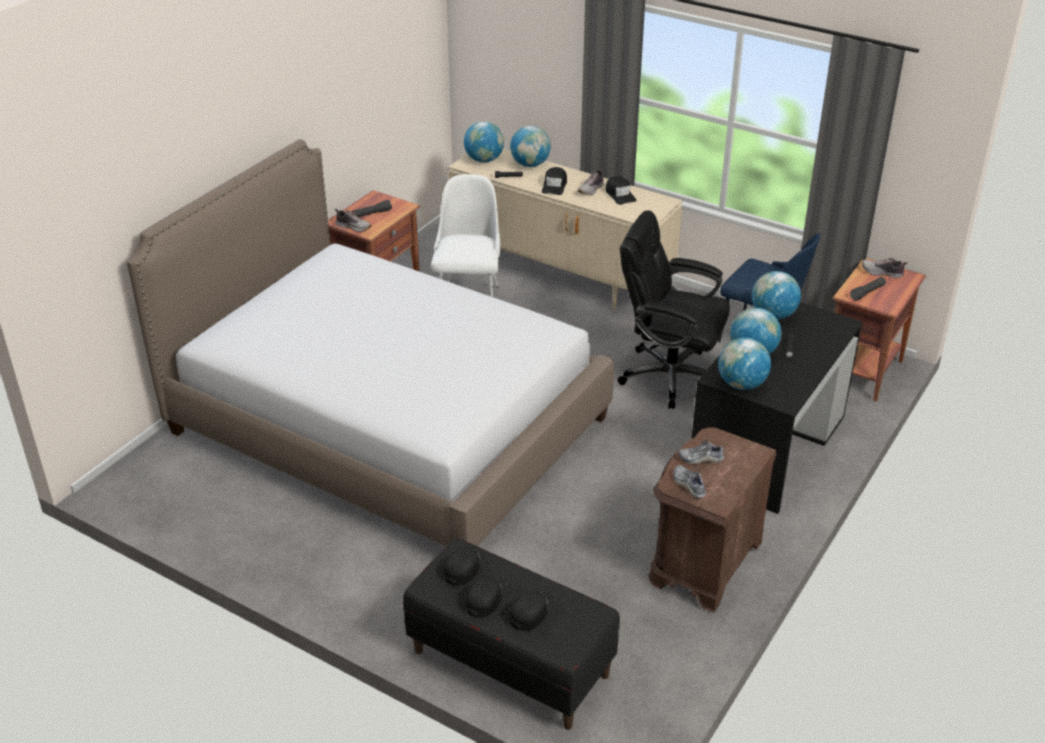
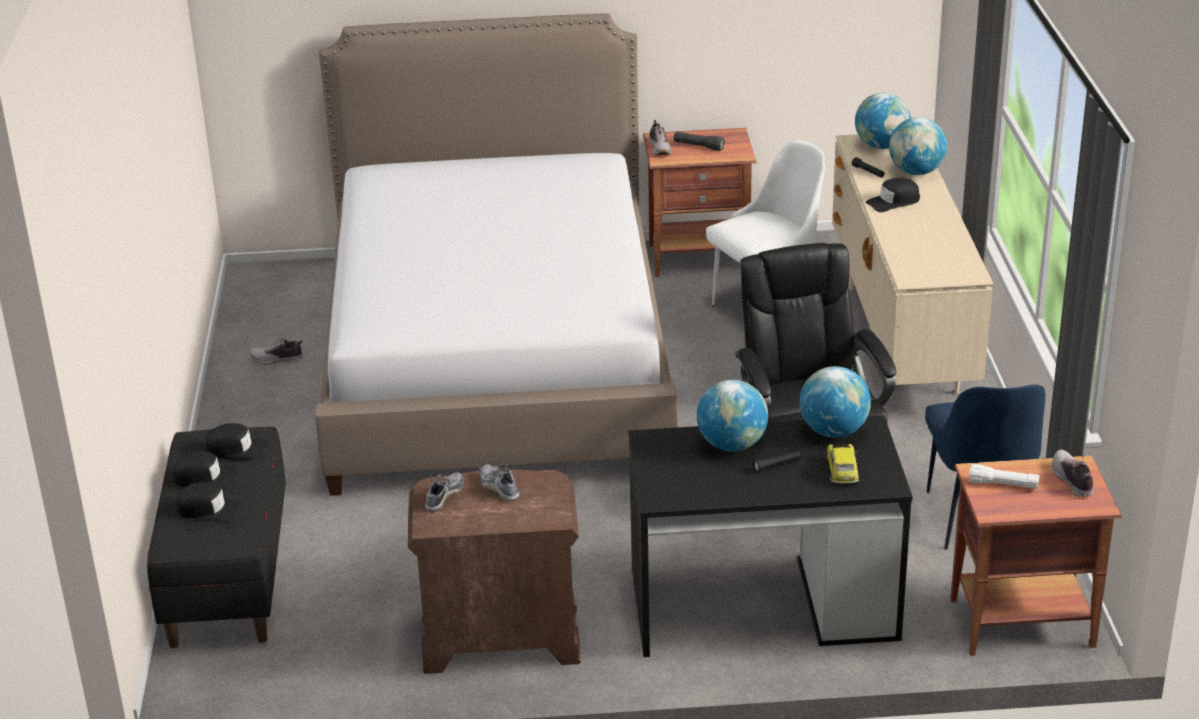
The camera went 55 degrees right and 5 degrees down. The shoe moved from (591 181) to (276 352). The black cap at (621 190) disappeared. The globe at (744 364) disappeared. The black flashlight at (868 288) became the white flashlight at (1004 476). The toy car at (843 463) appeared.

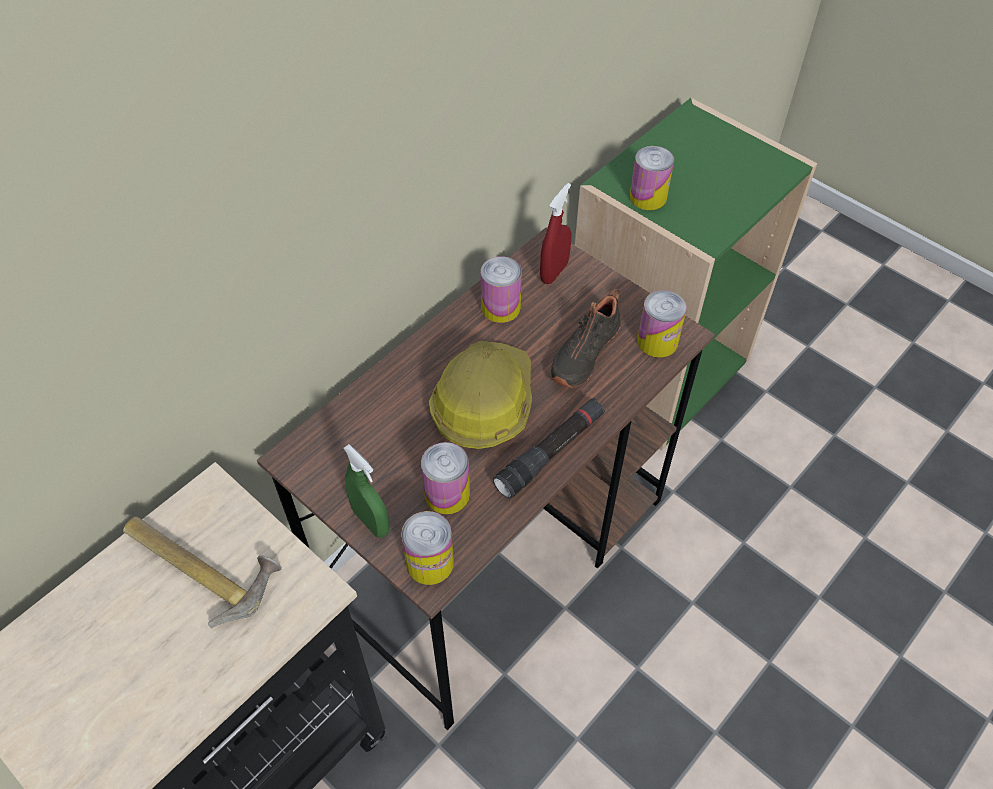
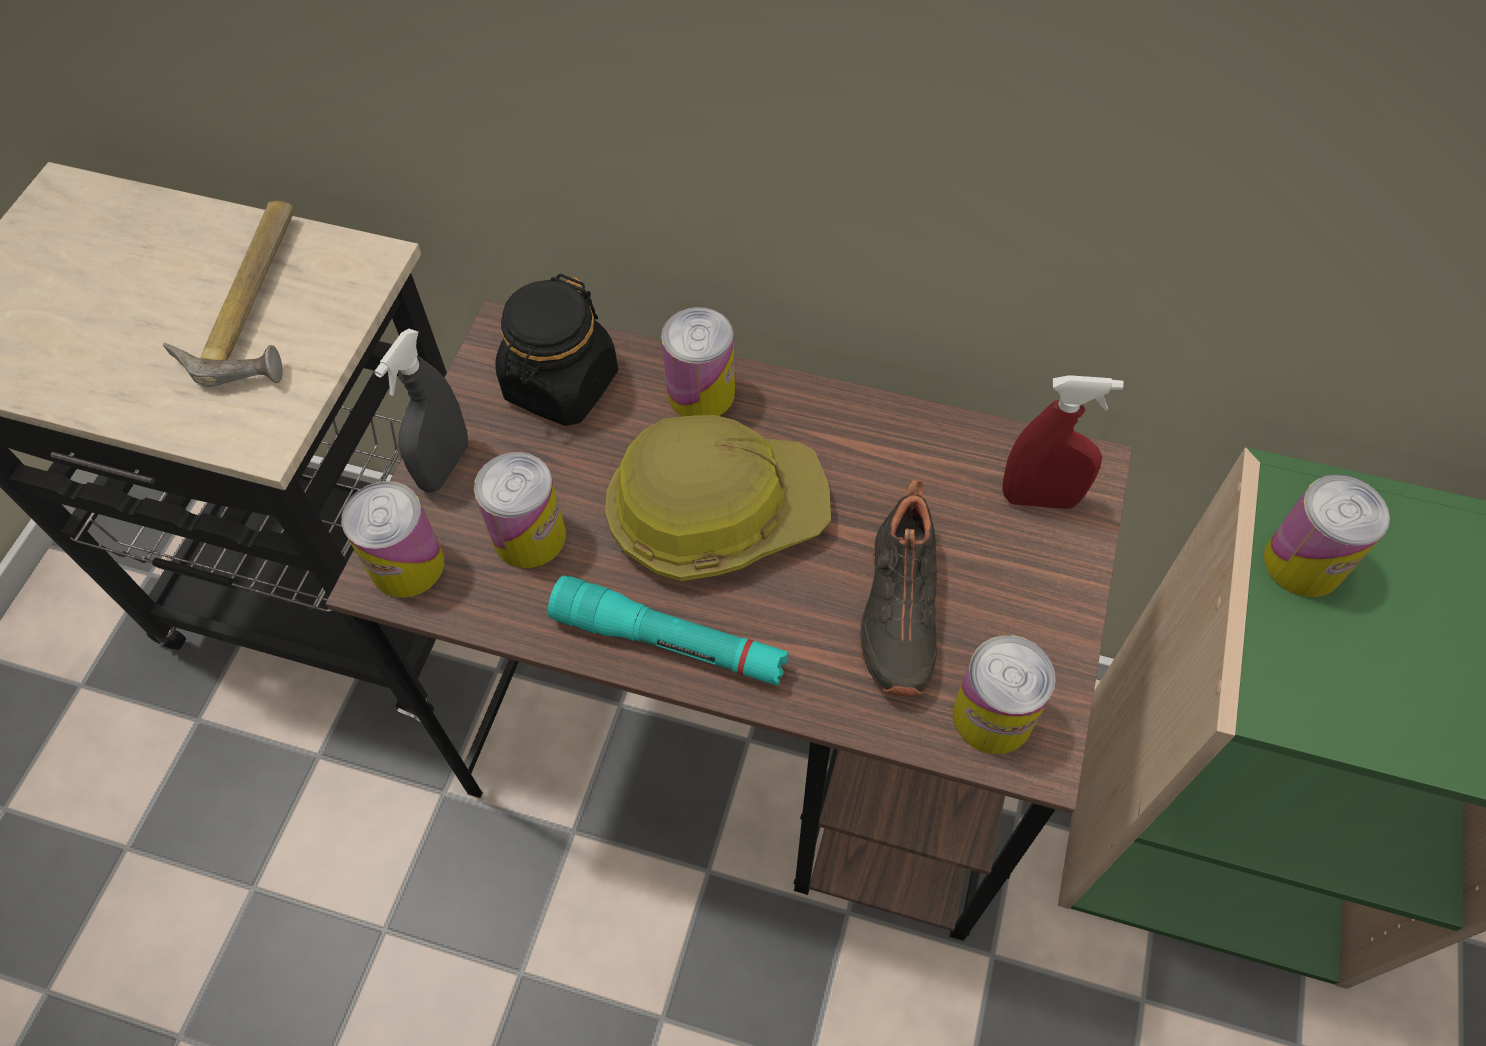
The camera went 65 degrees right and 5 degrees up. The green spray bottle at (366 490) became the grey spray bottle at (421 410). The can moved from (501 289) to (698 362). The black flashlight at (549 448) became the turquoise flashlight at (668 630). The black shoe at (586 338) turned 90 degrees counterclockwise. The black jar at (556 350) appeared.

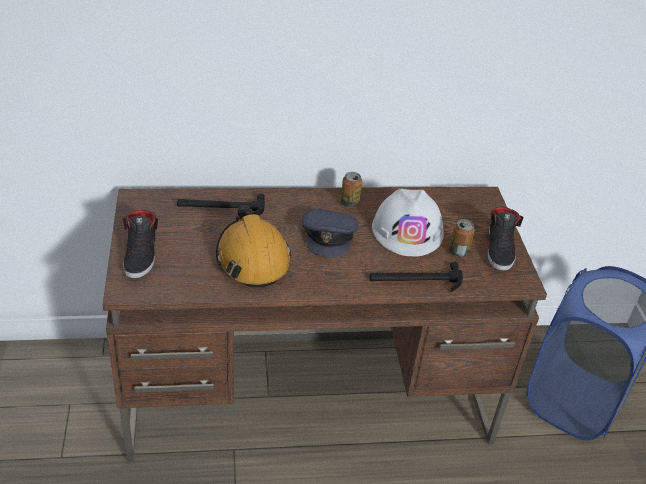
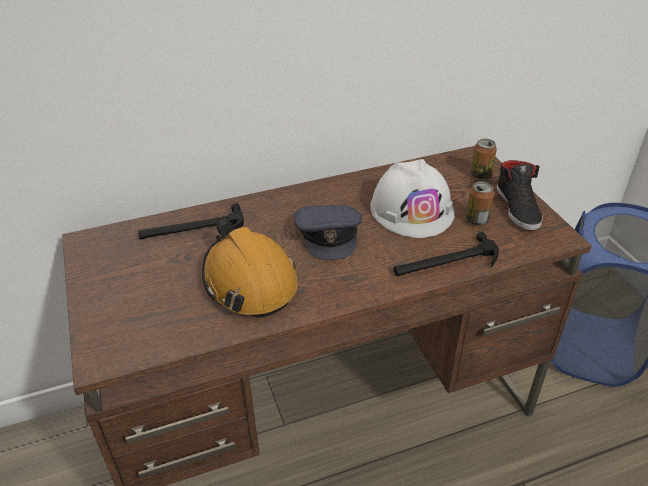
The camera went 10 degrees left and 0 degrees up. The black shoe at (140 244) disappeared. The can moved from (351 190) to (484 159).

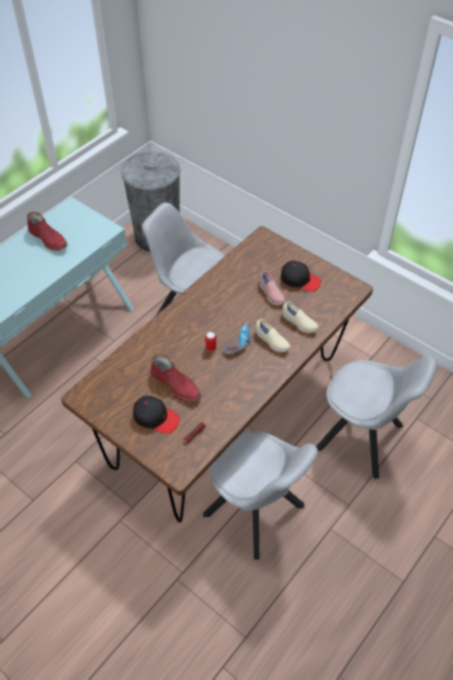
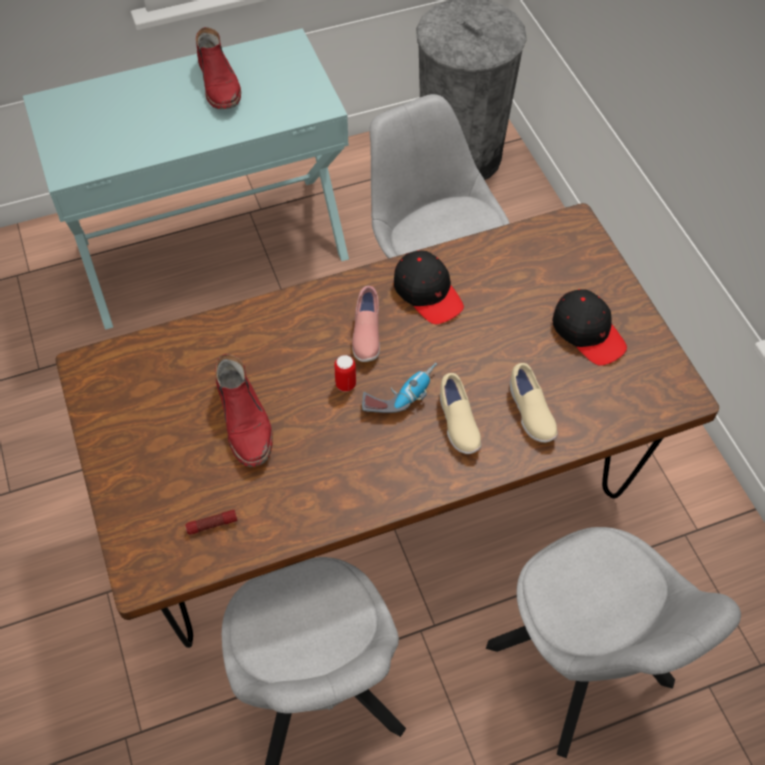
The camera went 30 degrees right and 5 degrees up. The black cap moved from (156 415) to (429 287). The pink shoe moved from (272 288) to (366 324).

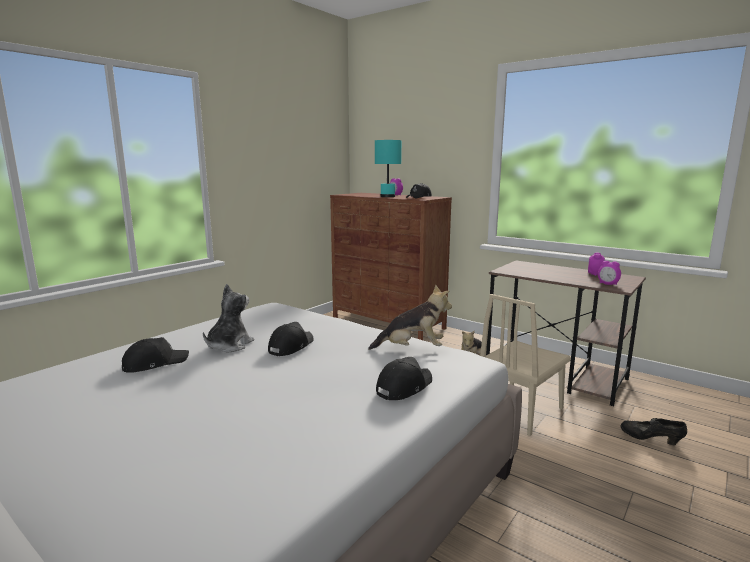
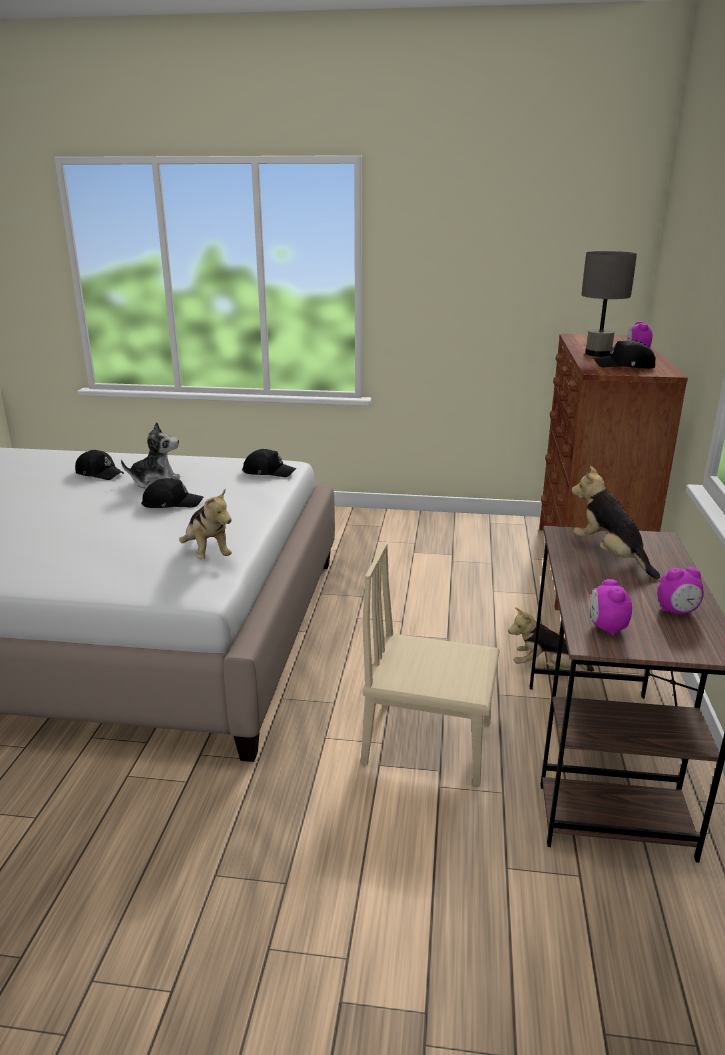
The camera went 60 degrees right and 10 degrees up. The turquoise table lamp at (388 168) became the grey table lamp at (609 304). The black cap moved from (404 378) to (269 463). The black shoe at (653 431) disappeared. The plush toy at (615 522) appeared.

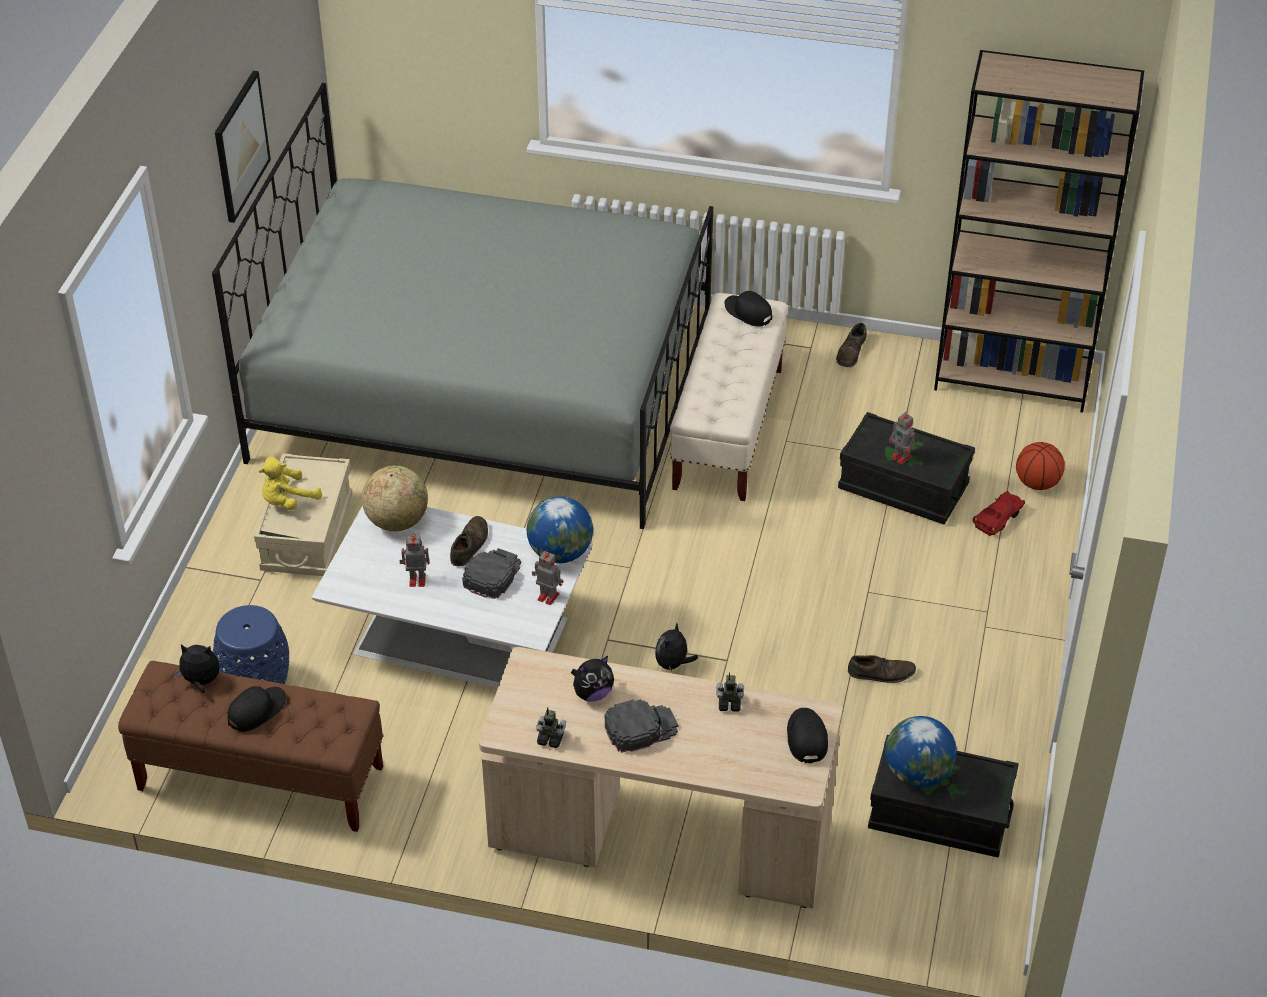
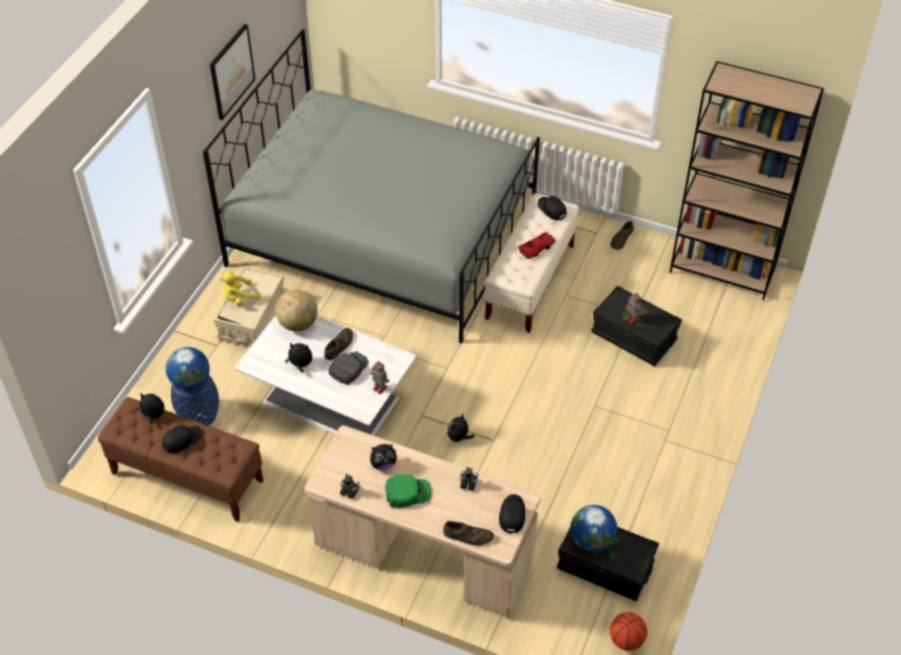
The camera went 10 degrees right and 5 degrees up. The toy robot at (415 560) was replaced by the plush toy at (298 358). The globe moved from (560 530) to (188 368). The black cap at (641 726) became the green cap at (408 491). The brown shoe moved from (882 669) to (468 533). The red toy car moved from (998 513) to (537 245). The basketball moved from (1040 466) to (628 631).

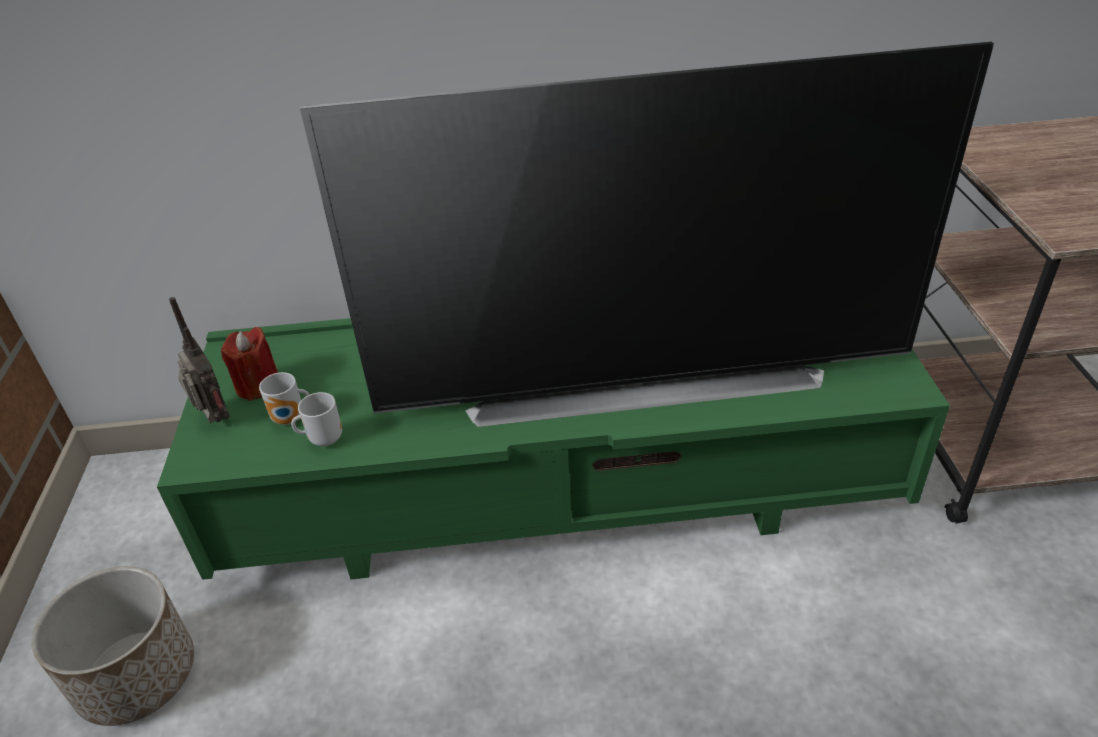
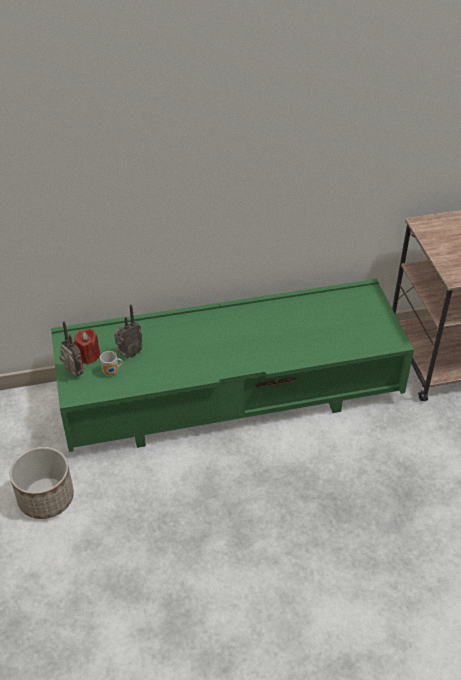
The camera went 10 degrees left and 5 degrees up. The mug at (316 419) disappeared. The television at (647 234) disappeared. The radio at (128 331) appeared.

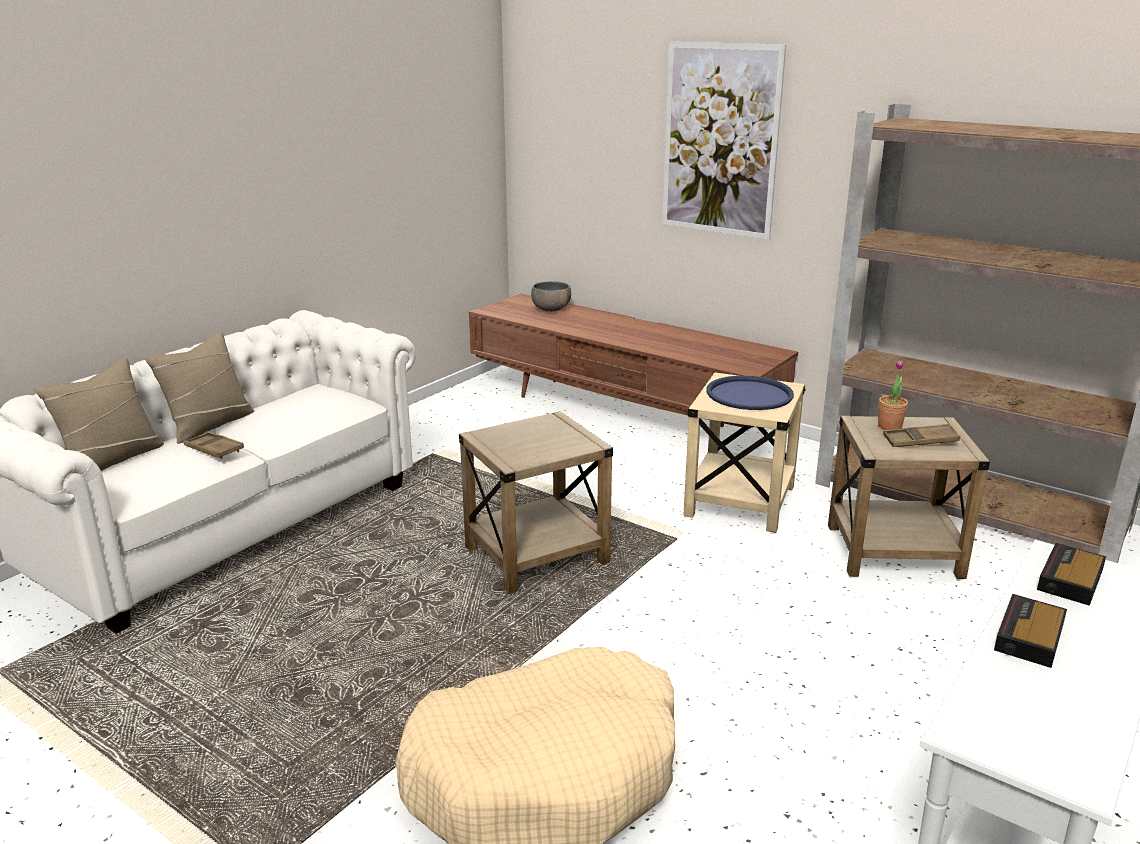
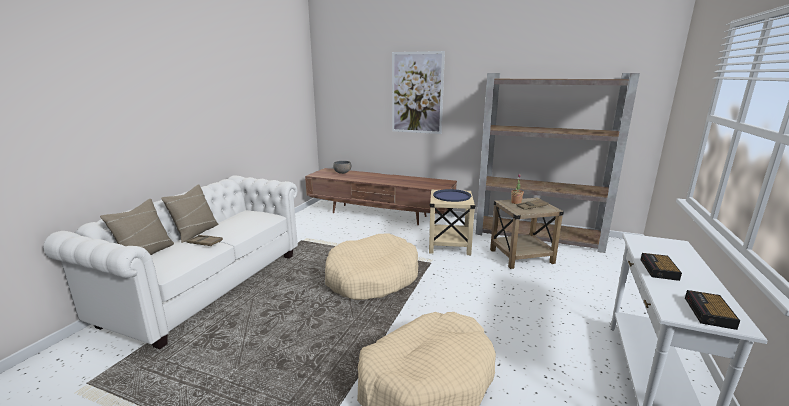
The camera went 15 degrees left and 5 degrees down. The beige side table at (536 502) was replaced by the beige dog bed at (372 266). The alarm clock moved from (1071 574) to (712 310).

